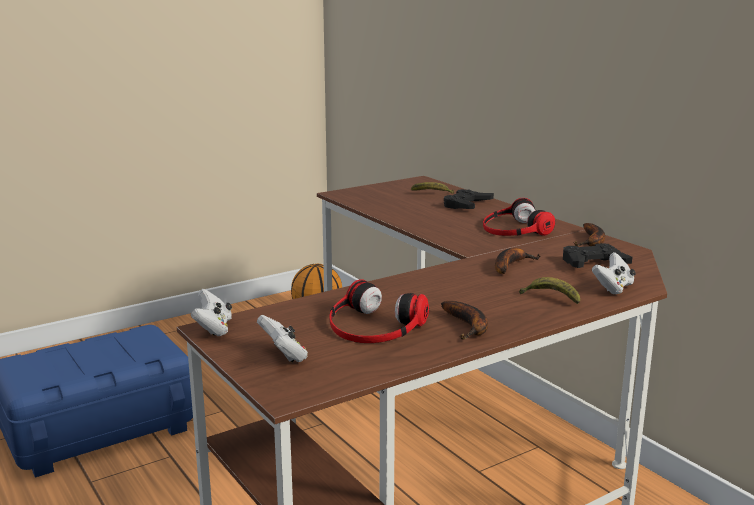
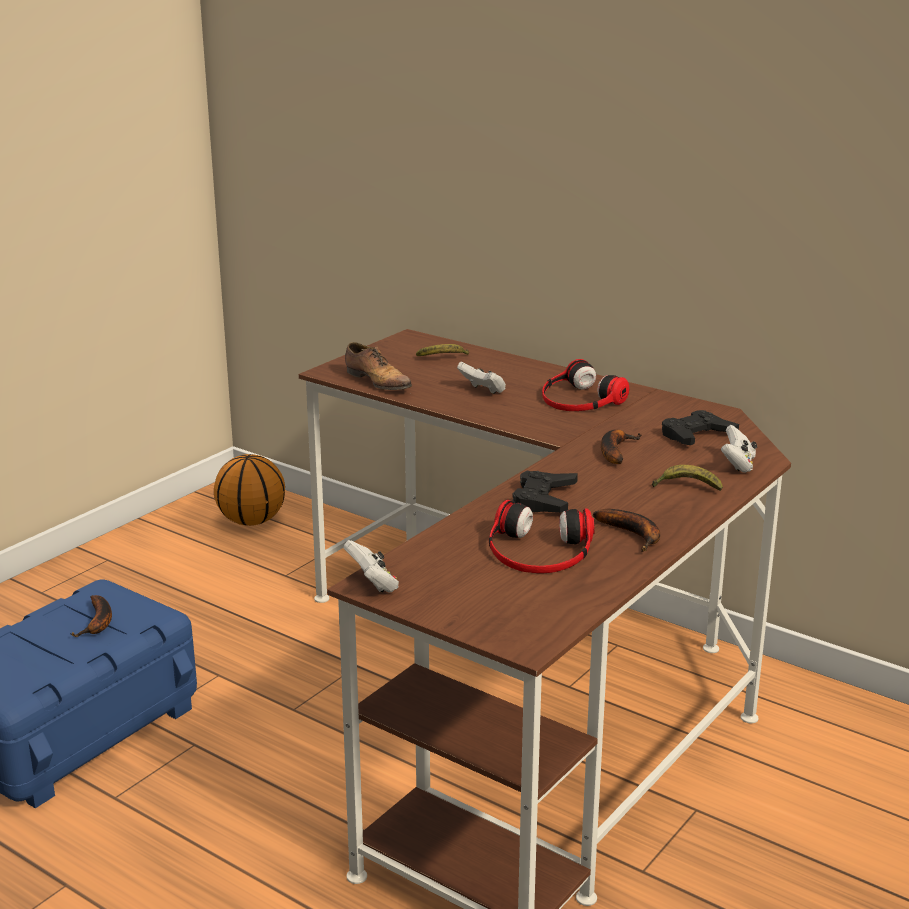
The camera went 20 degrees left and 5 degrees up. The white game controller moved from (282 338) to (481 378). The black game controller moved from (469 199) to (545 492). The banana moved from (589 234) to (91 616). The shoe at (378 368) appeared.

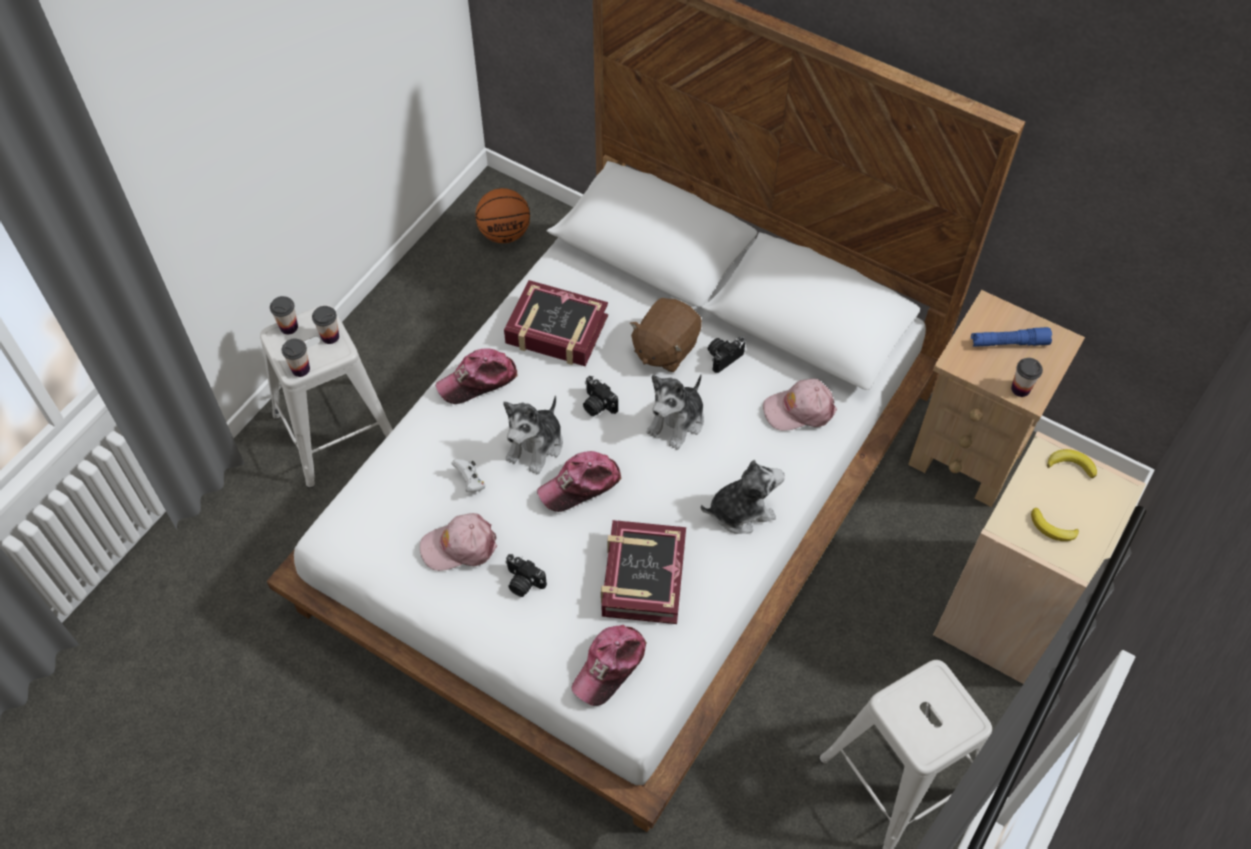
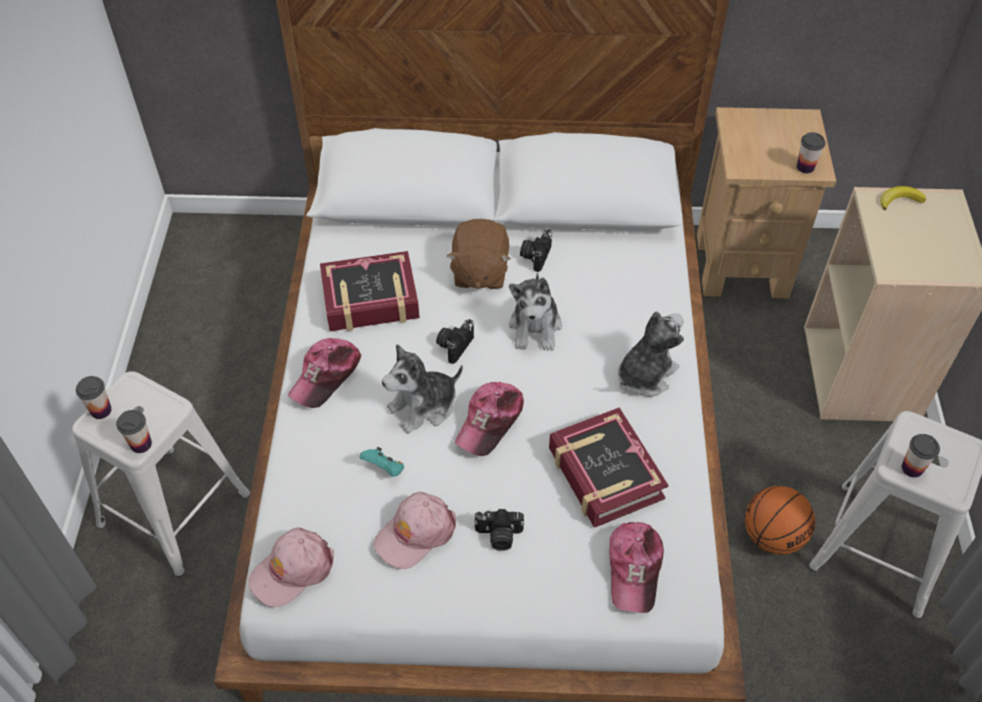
The camera went 30 degrees left and 5 degrees down. The cup moved from (325 325) to (921 456). The white game controller at (468 475) became the turquoise game controller at (382 462). The basketball moved from (503 215) to (780 520). The plush toy at (533 434) turned 60 degrees clockwise. The photo camera at (600 396) turned 105 degrees clockwise. The pink cap moved from (800 405) to (291 567). The blue flashlight at (1011 337) disappeared. The banana at (1055 524) disappeared.

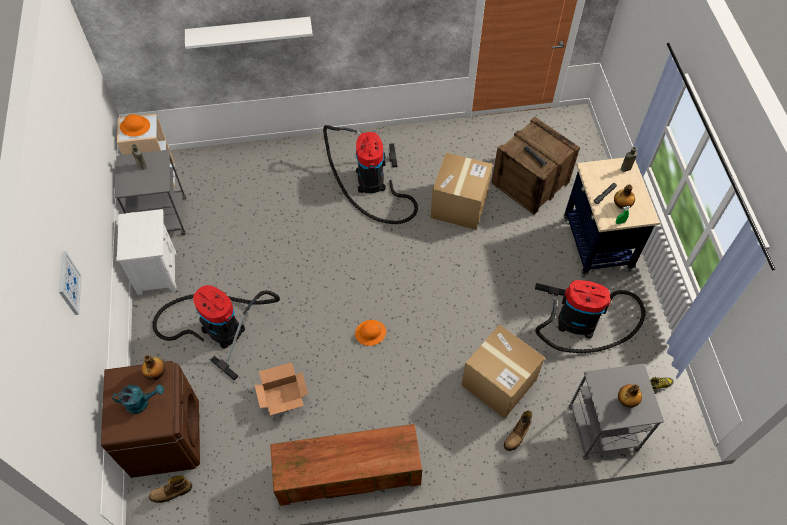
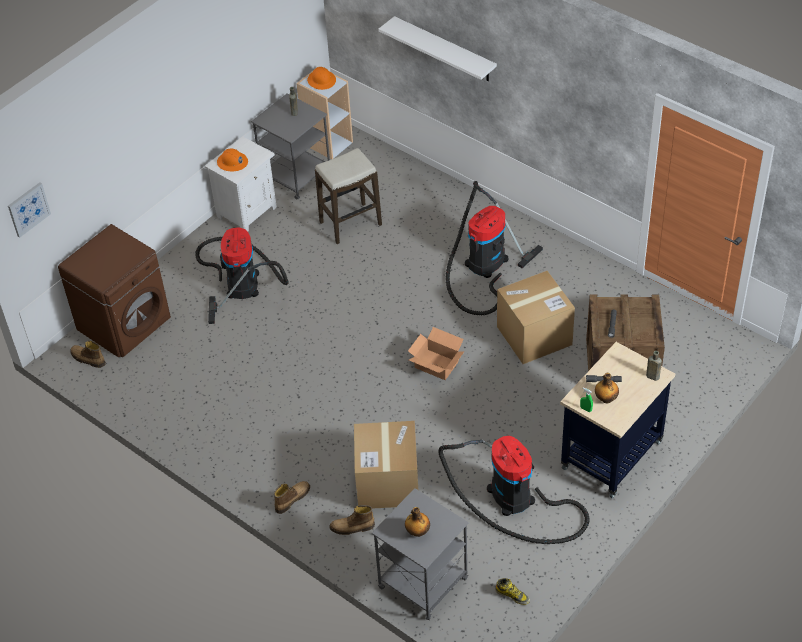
The camera went 50 degrees right and 10 degrees down. The picture moved from (70 283) to (29 210). The turquoise watering can at (138 399) disappeared. The bottle at (153 367) disappeared. The cardboard box moved from (281 388) to (436 353). The brown bench at (346 465) disappeared. The orange hard hat moved from (370 333) to (232 159). The boot at (292 497) appeared. The stool at (348 196) appeared.

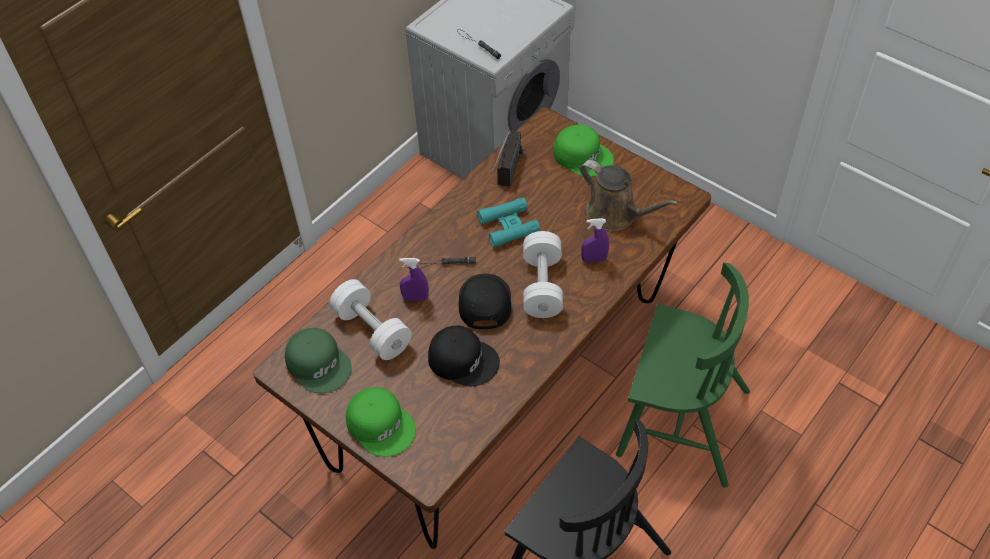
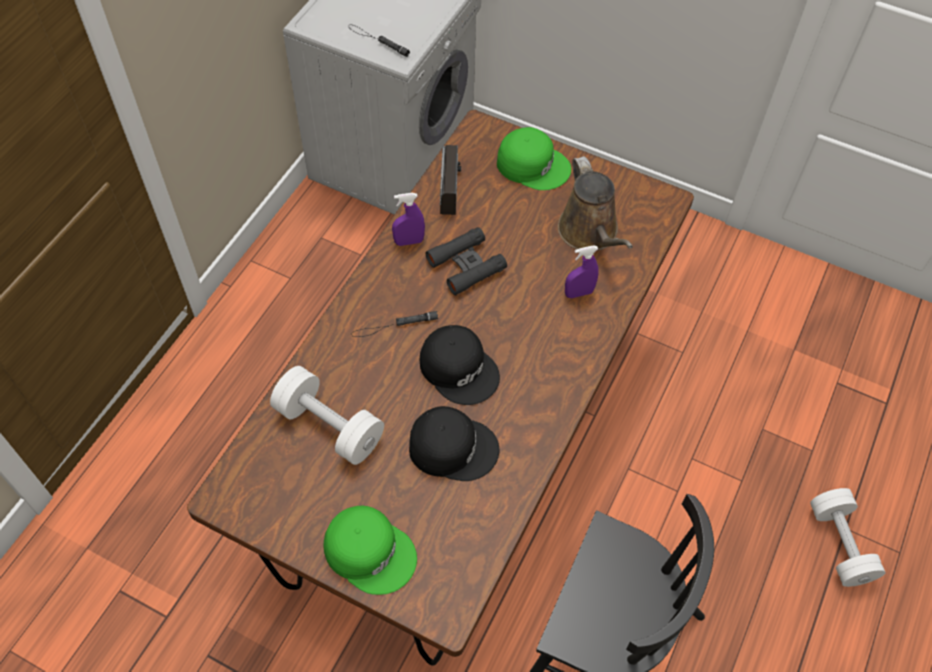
The camera went 15 degrees left and 5 degrees up. The green cap at (318 361) disappeared. The purple spray bottle moved from (414 279) to (408 219). The black cap at (485 301) turned 150 degrees clockwise. The turquoise binoculars at (508 222) became the black binoculars at (466 261). The white dumbbell moved from (543 274) to (848 537). The brown watering can at (629 195) turned 45 degrees clockwise. The green chair at (683 375) disappeared.

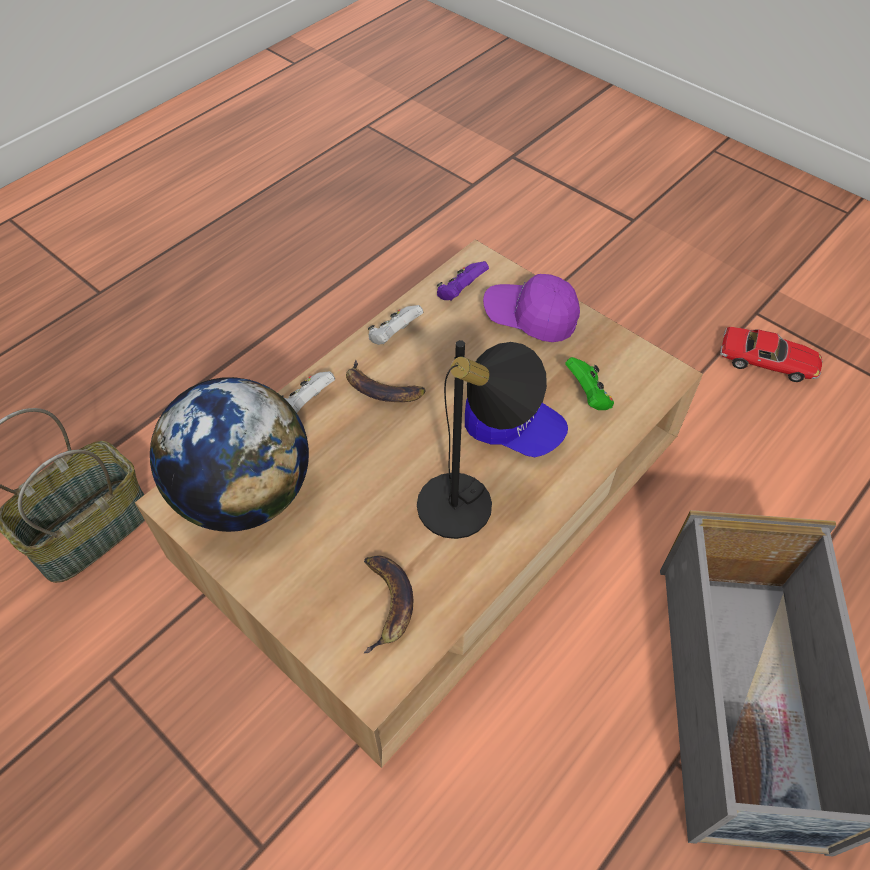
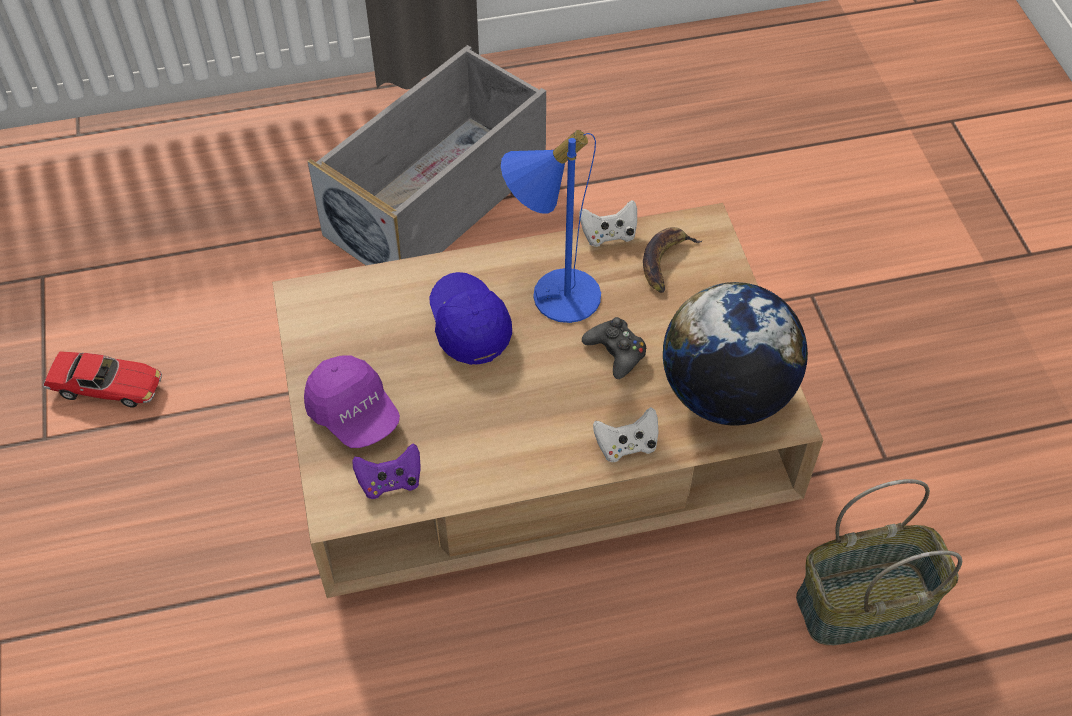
The camera went 145 degrees left and 0 degrees up. The banana at (386 381) disappeared. The white game controller moved from (395 325) to (608 223). The black table lamp at (482 439) became the blue table lamp at (551 226). The green game controller at (589 383) disappeared. The toy car at (771 354) turned 135 degrees clockwise. The black game controller at (614 348) appeared.

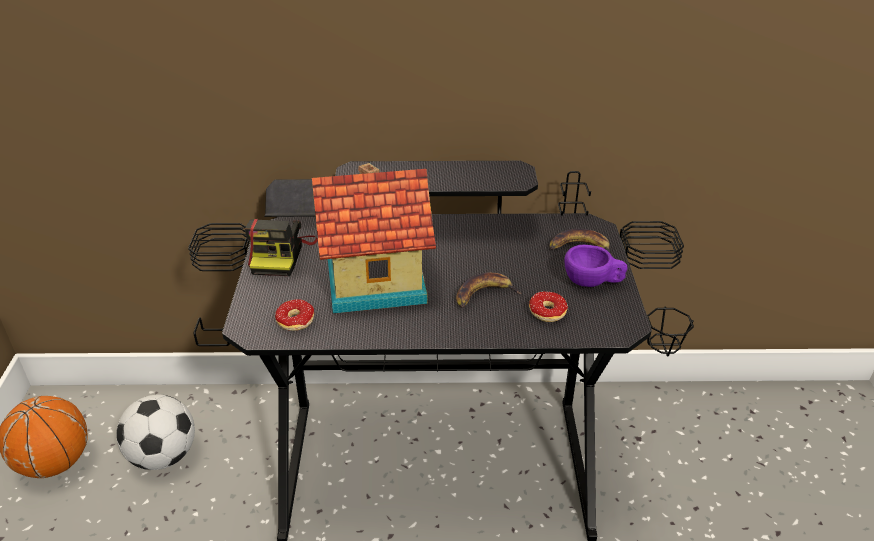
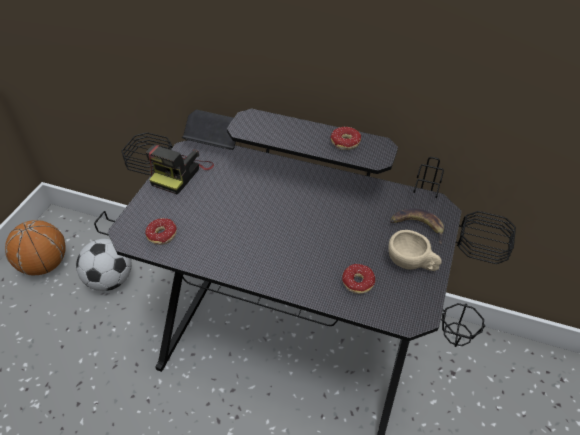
The camera went 20 degrees right and 10 degrees up. The toy house at (374 238) disappeared. The banana at (489 290) disappeared. The purple cup at (596 266) became the beige cup at (415 250). The donut at (345 138) appeared.

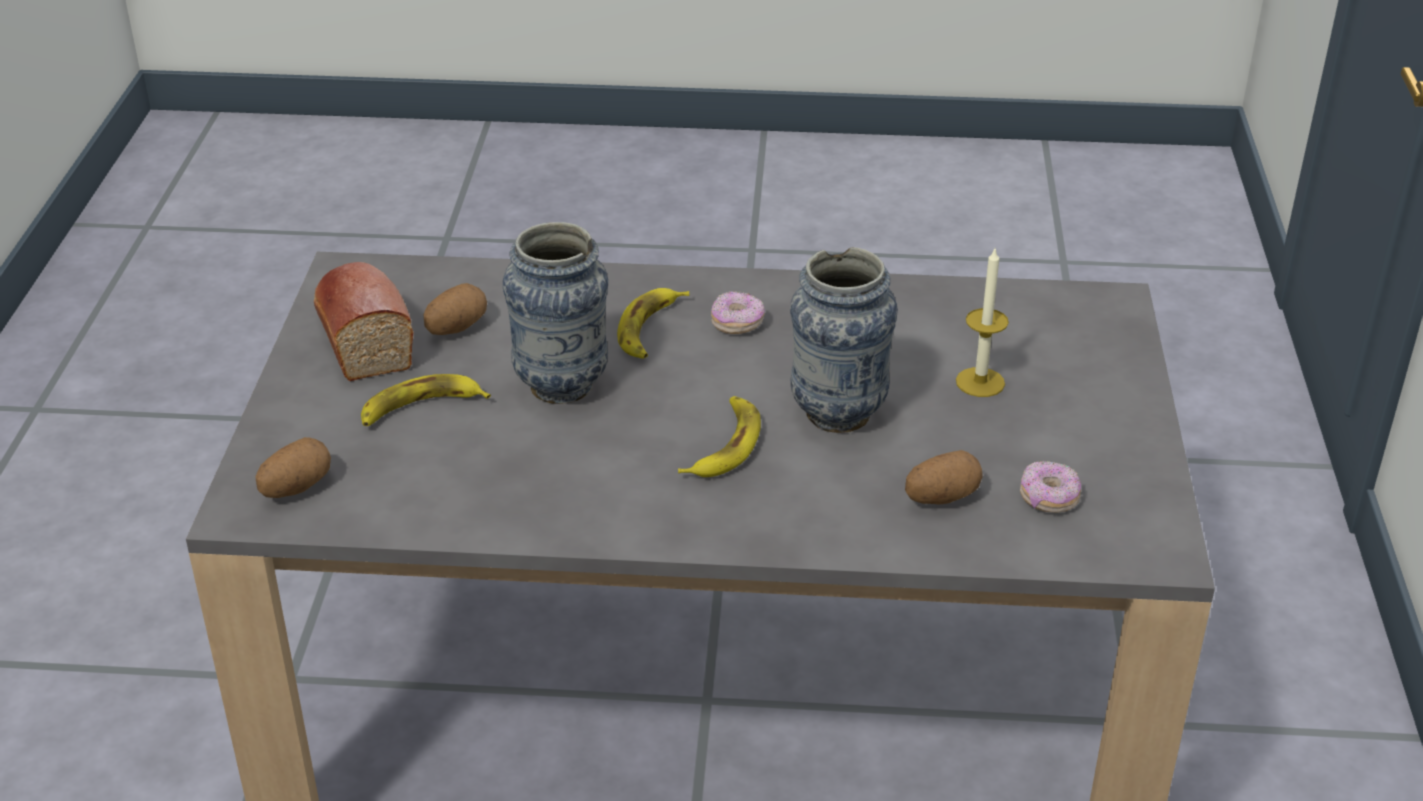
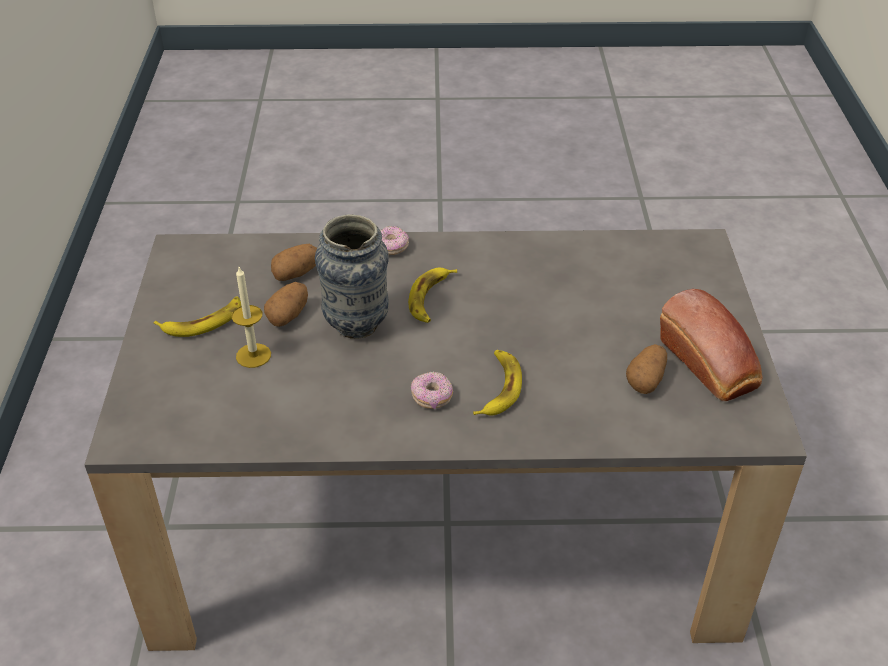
The camera went 175 degrees right and 5 degrees up. The potato moved from (293 467) to (286 304). The banana moved from (426 400) to (197 316). The vase at (555 313) disappeared. The donut moved from (1050 487) to (394 240).

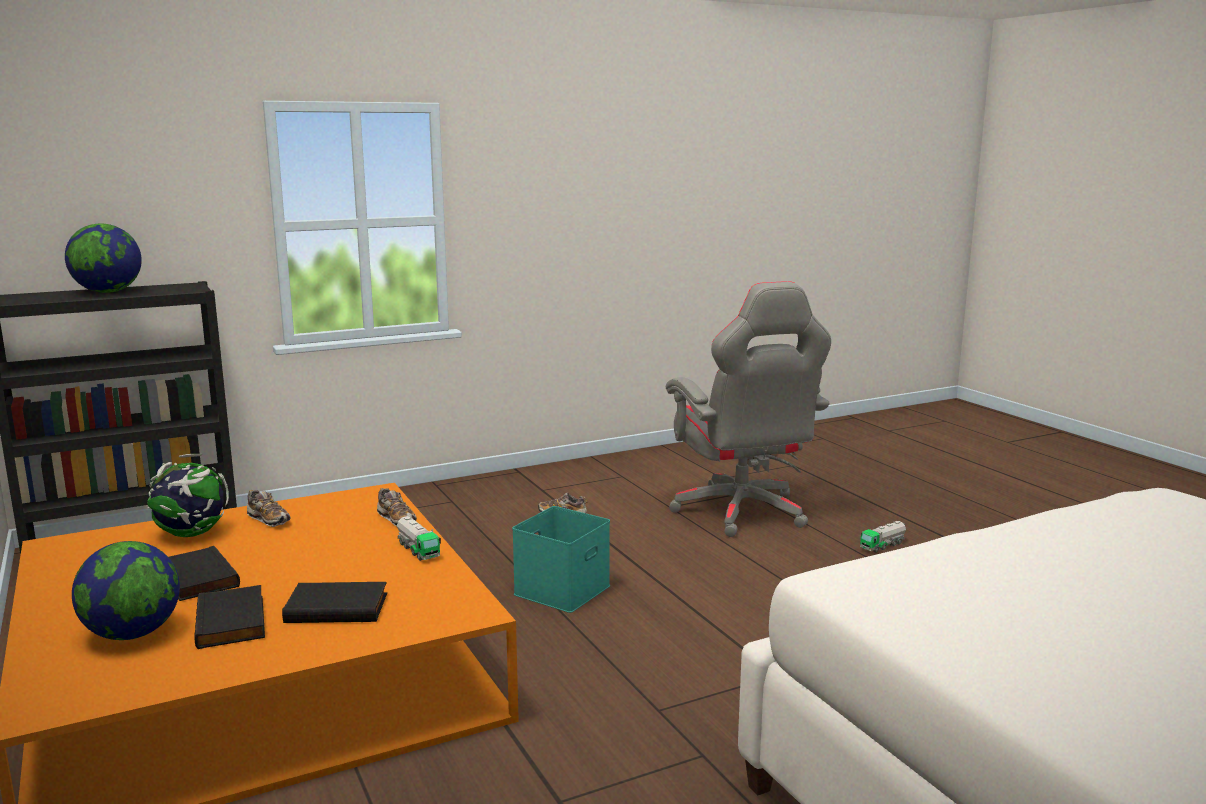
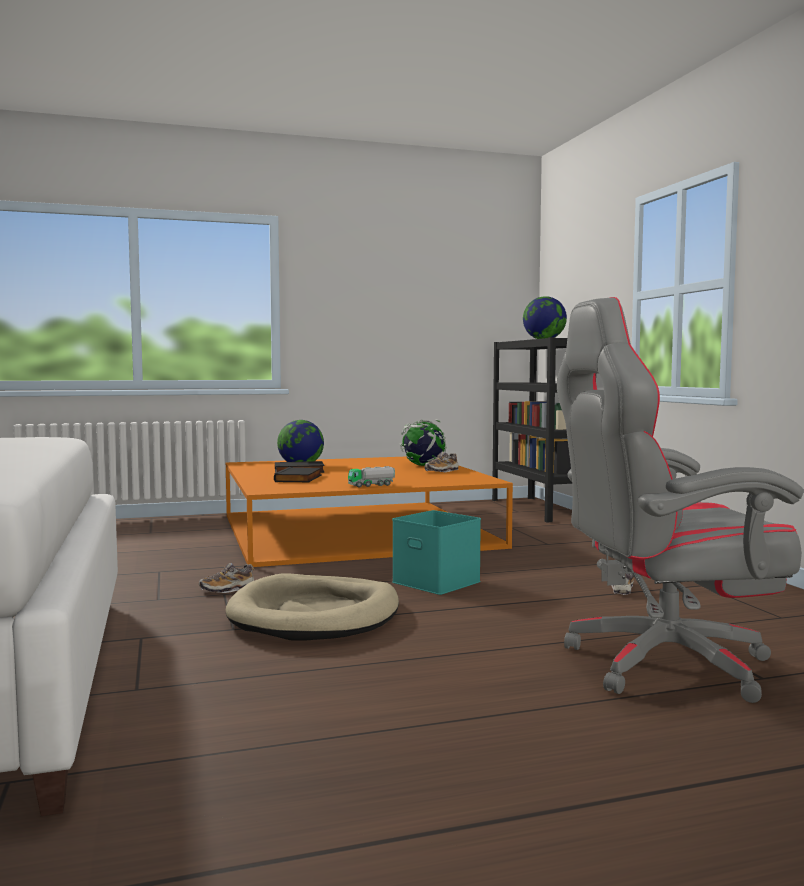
The camera went 100 degrees right and 10 degrees down. The black book at (204 573) disappeared. The shoe moved from (397 507) to (226 578). The toy truck at (883 537) disappeared. The beige dog bed at (312 607) appeared.

